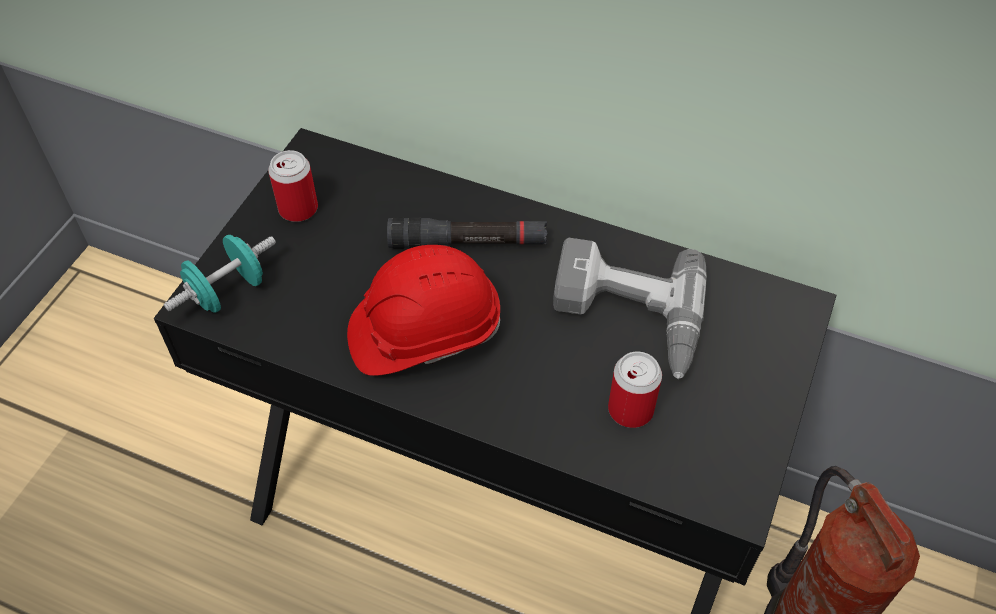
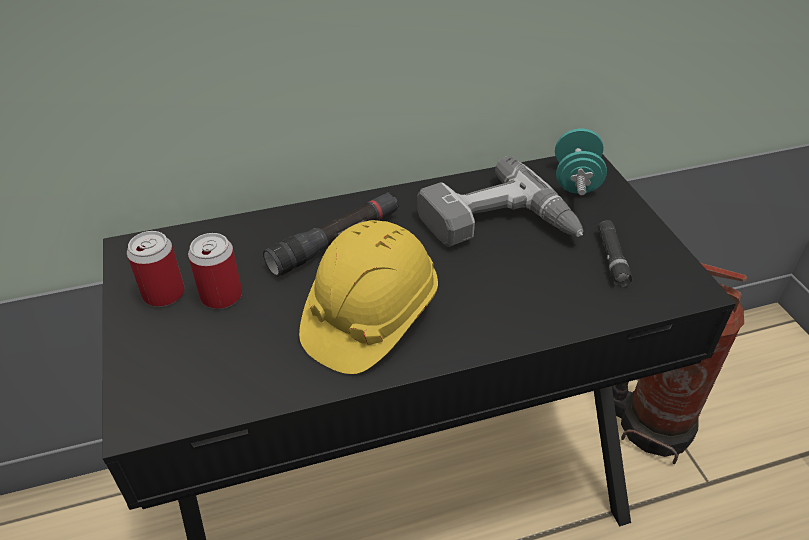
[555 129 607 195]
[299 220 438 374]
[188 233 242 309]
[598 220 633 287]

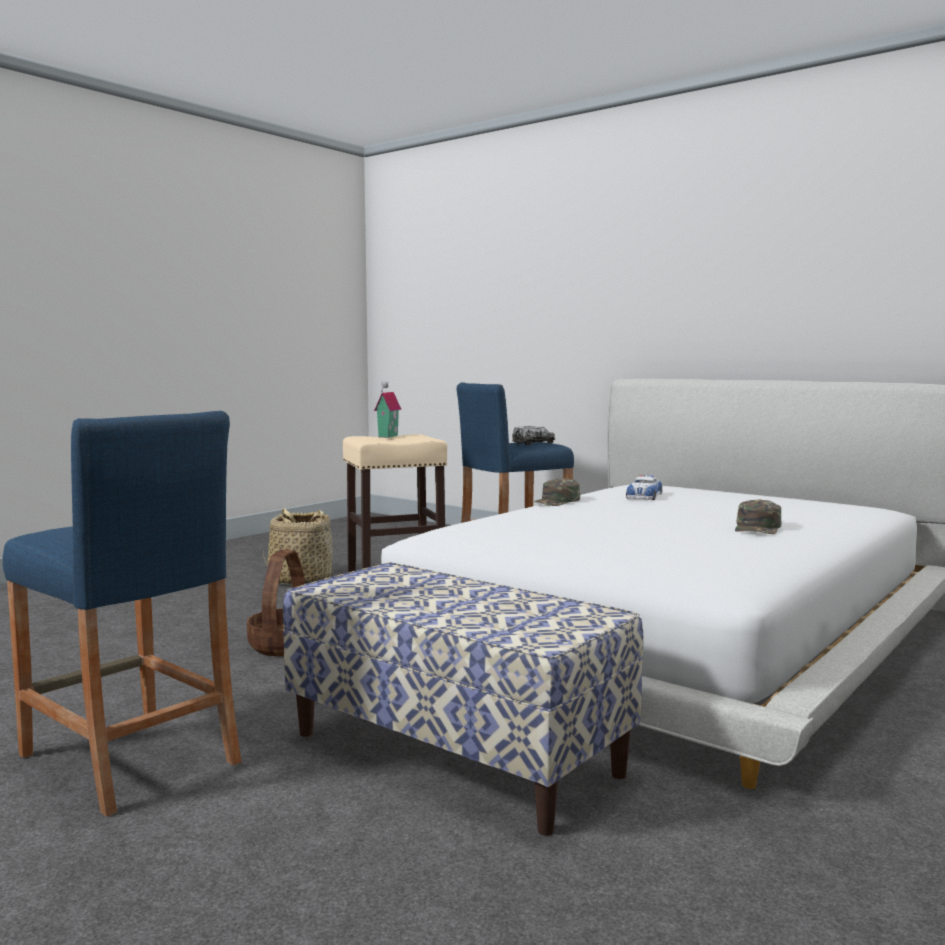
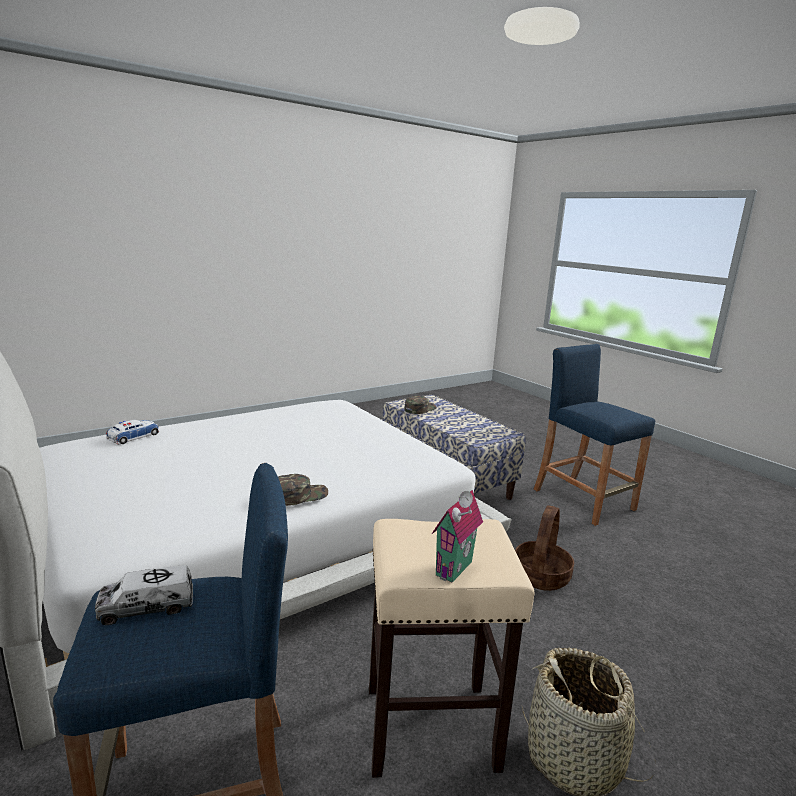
[106 420 159 445]
[404 396 437 414]

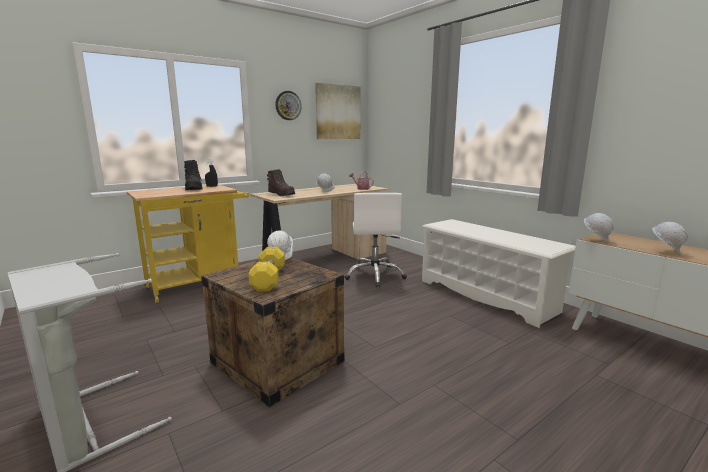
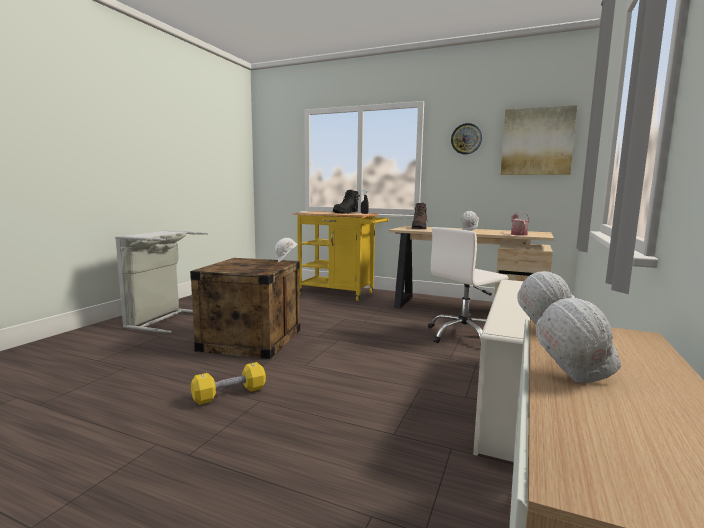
[191 362 266 405]

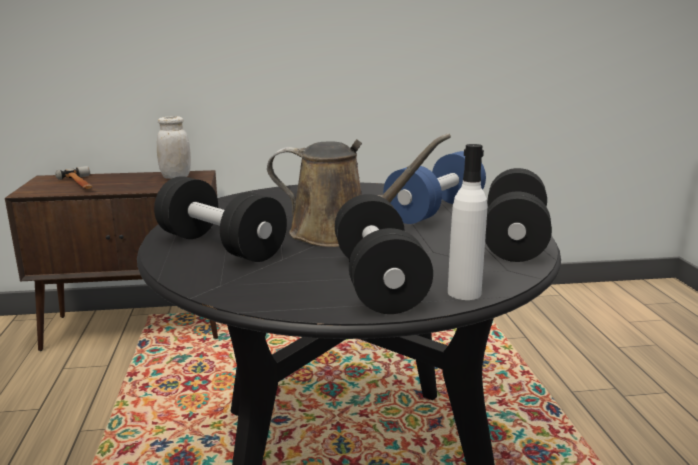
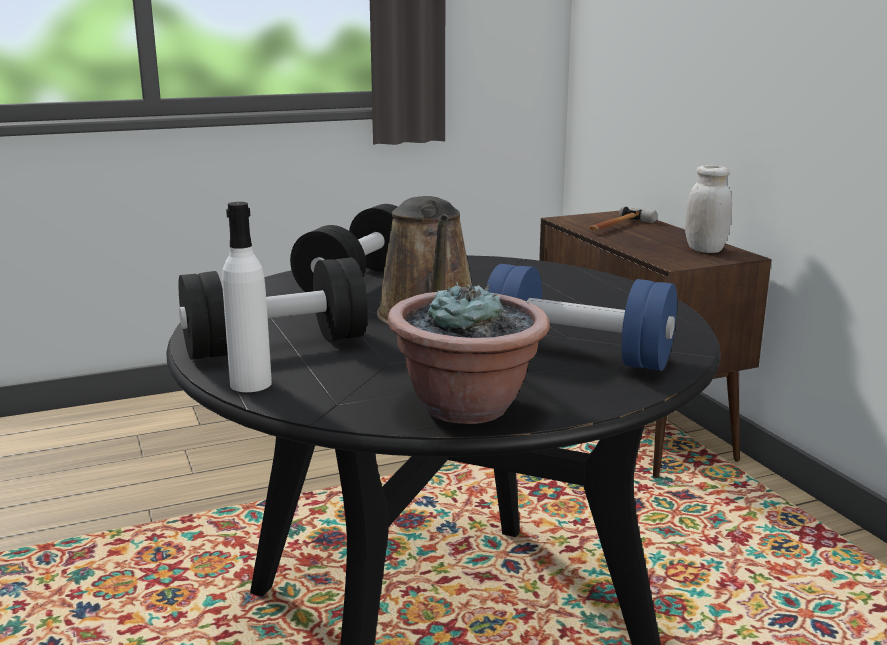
[388 282 550 424]

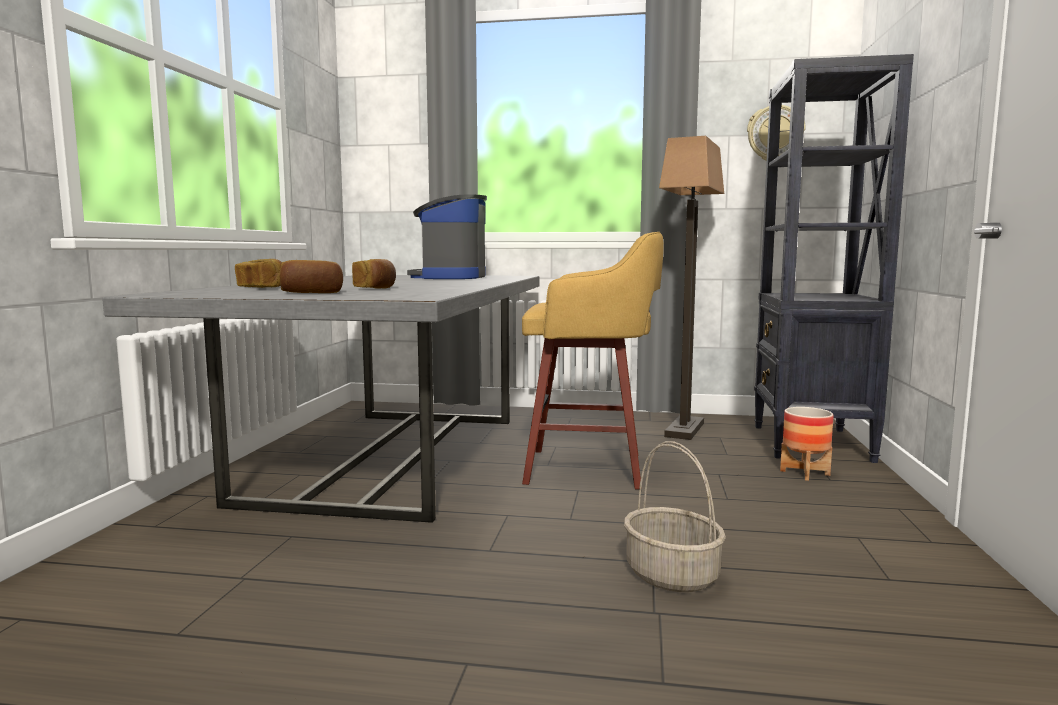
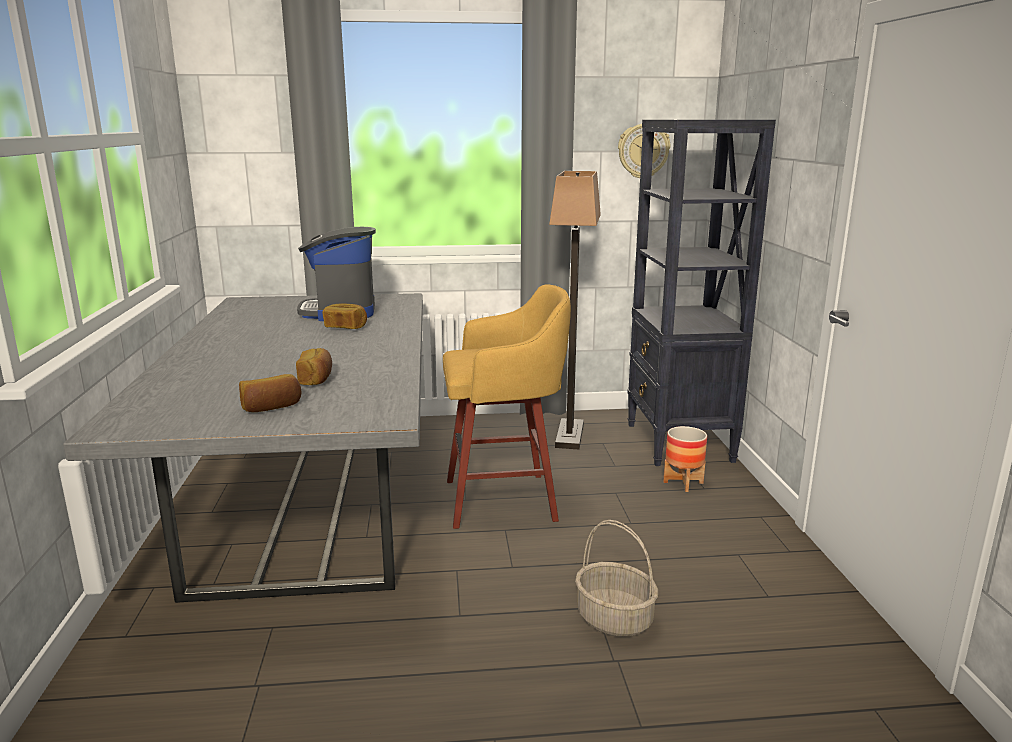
[323 303 367 329]

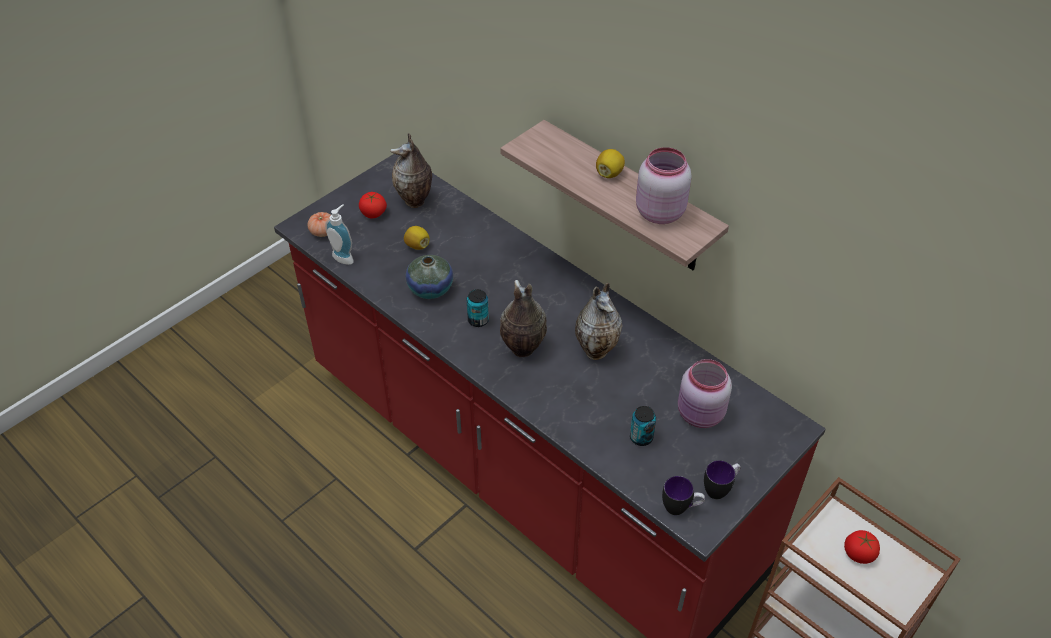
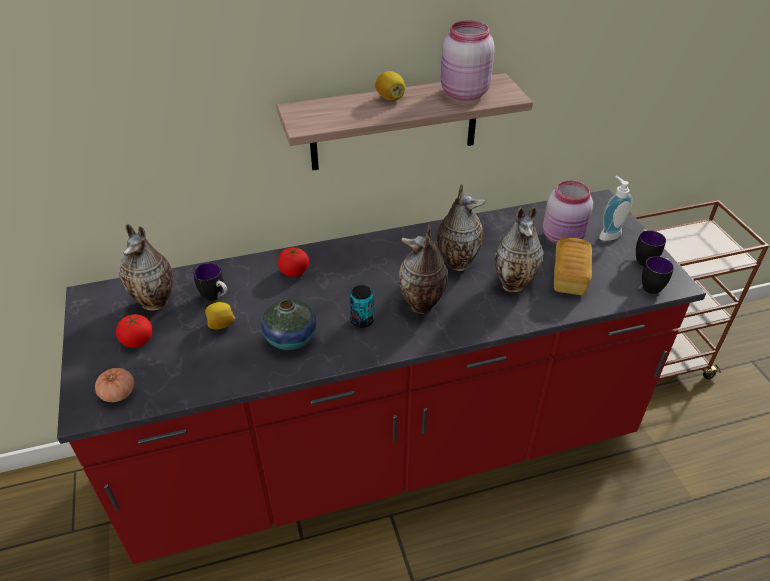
[599 176 633 241]
[554 237 592 295]
[278 248 309 277]
[193 263 228 301]
[494 207 543 292]

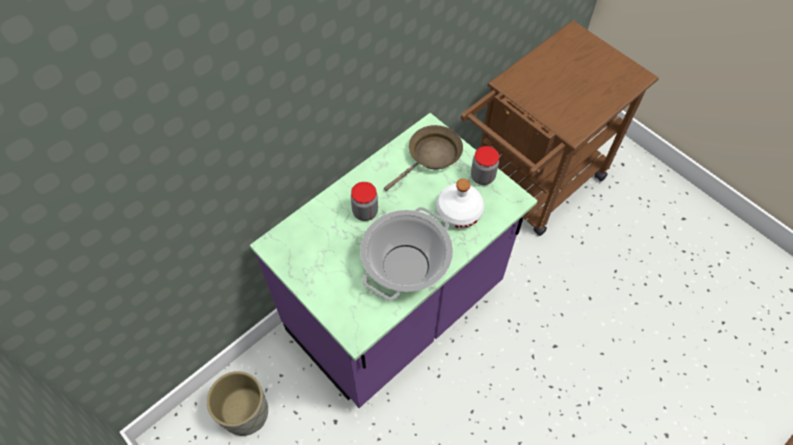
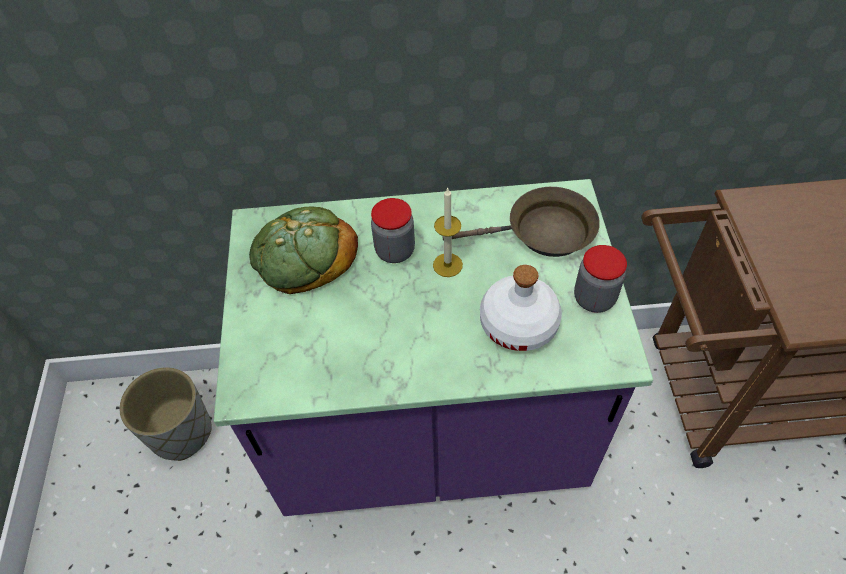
[360 207 453 300] (first image)
[249 207 358 294]
[433 187 463 277]

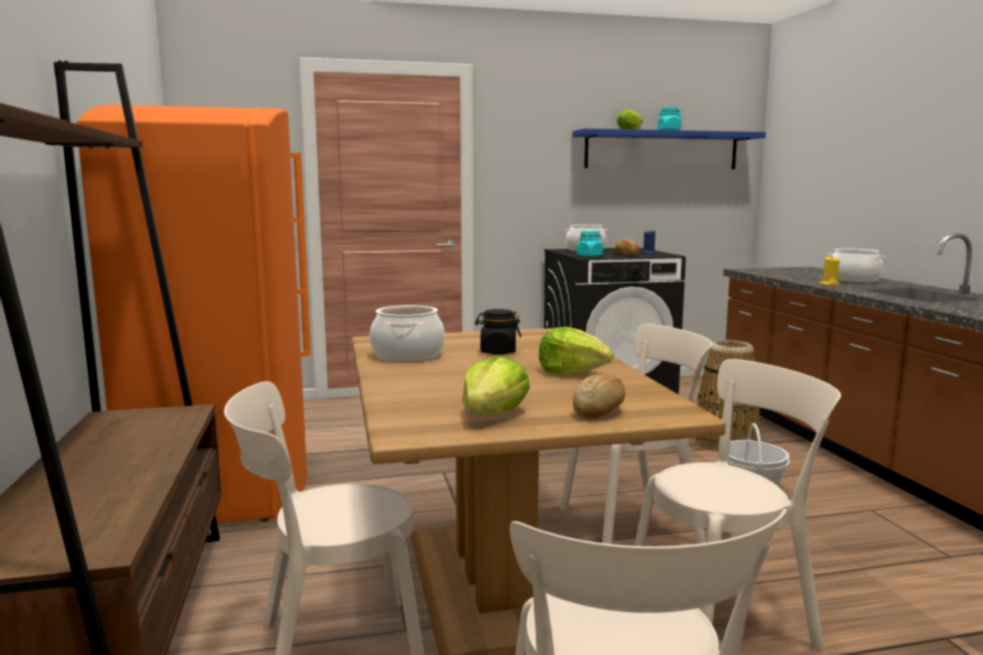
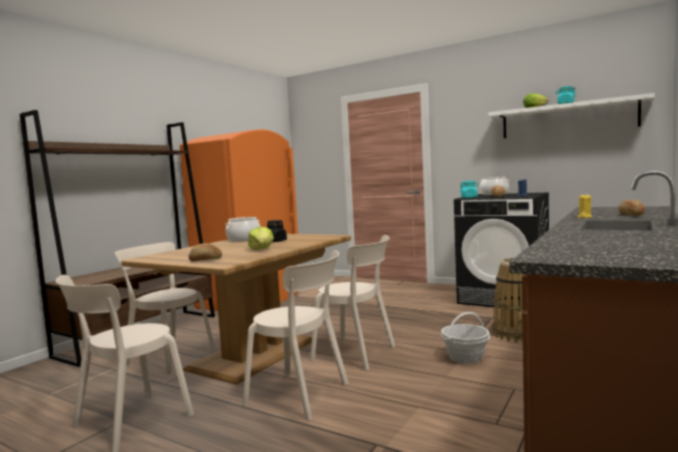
[462 356 530 414] (first image)
[488 93 655 138]
[619 200 645 216]

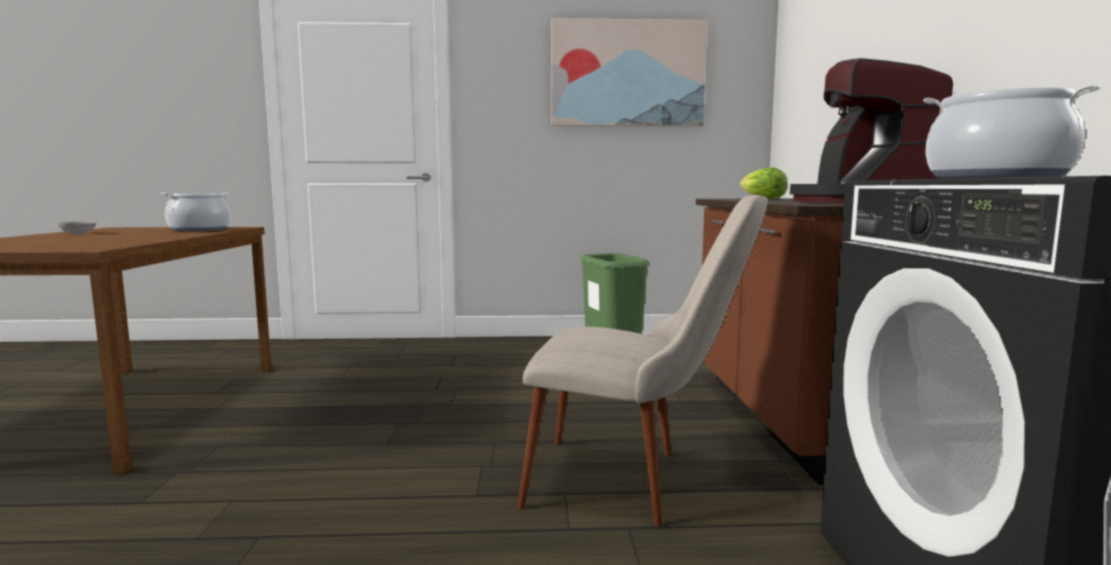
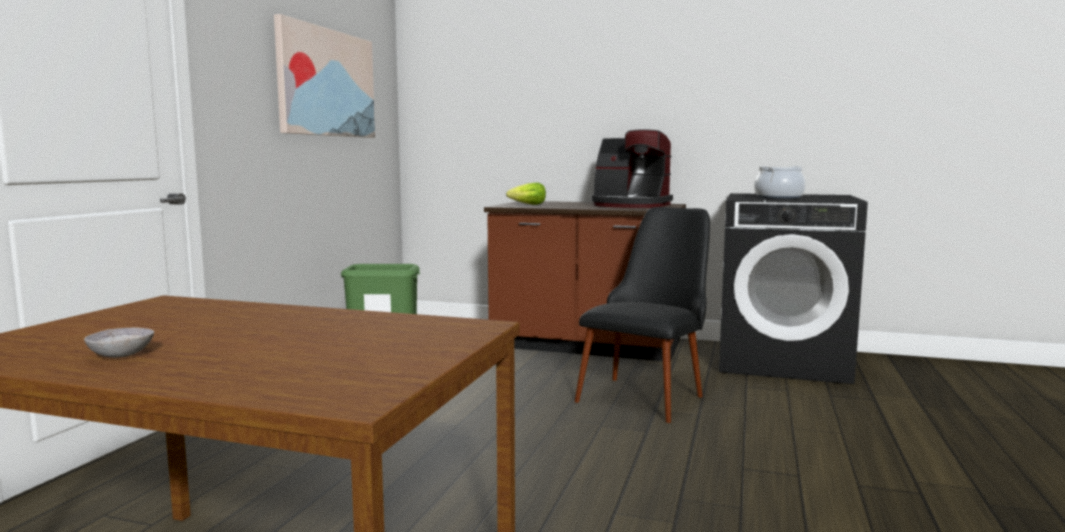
[161 192 231 231] (first image)
[575 207 710 423]

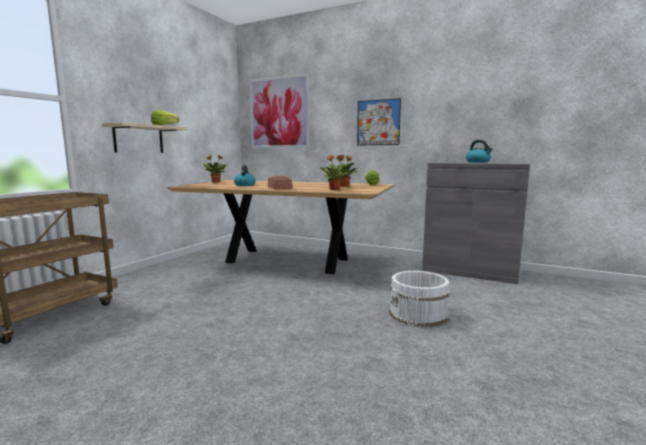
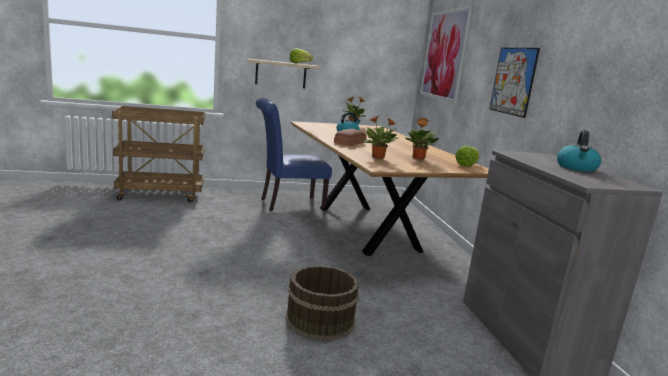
[285 265 359 340]
[256 98 332 211]

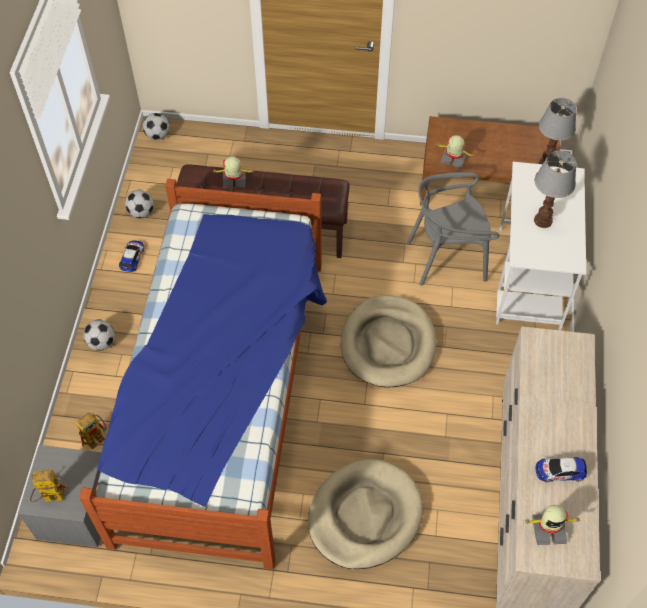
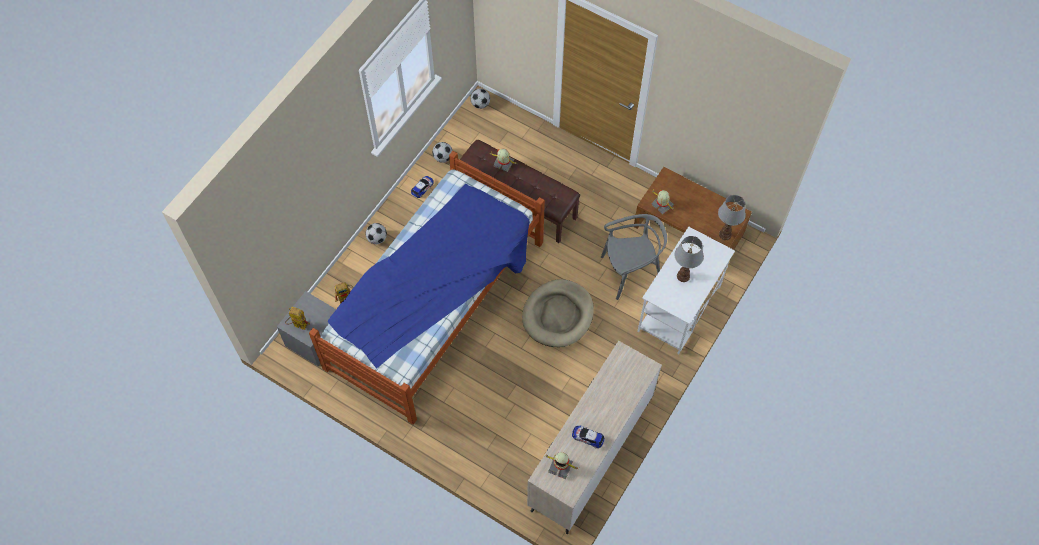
[308 459 423 569] (first image)
[601 214 667 300]

